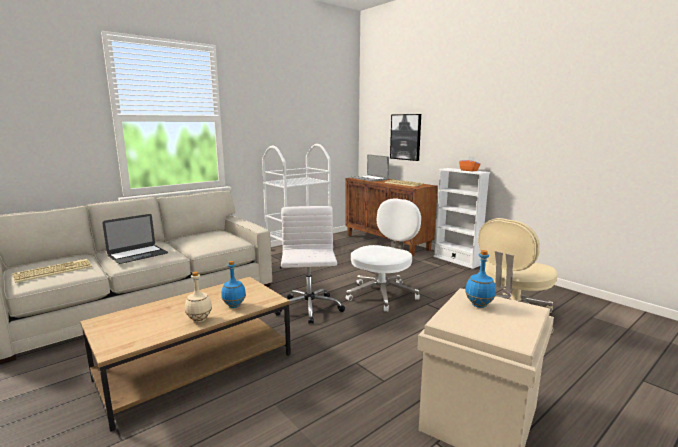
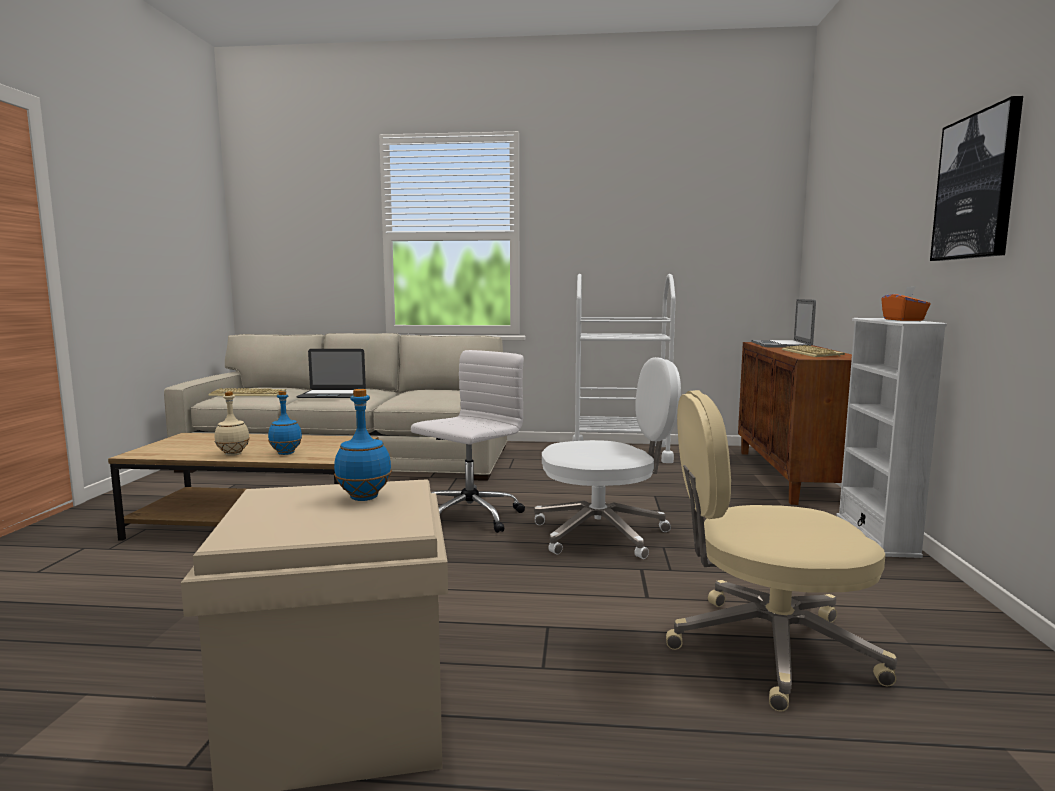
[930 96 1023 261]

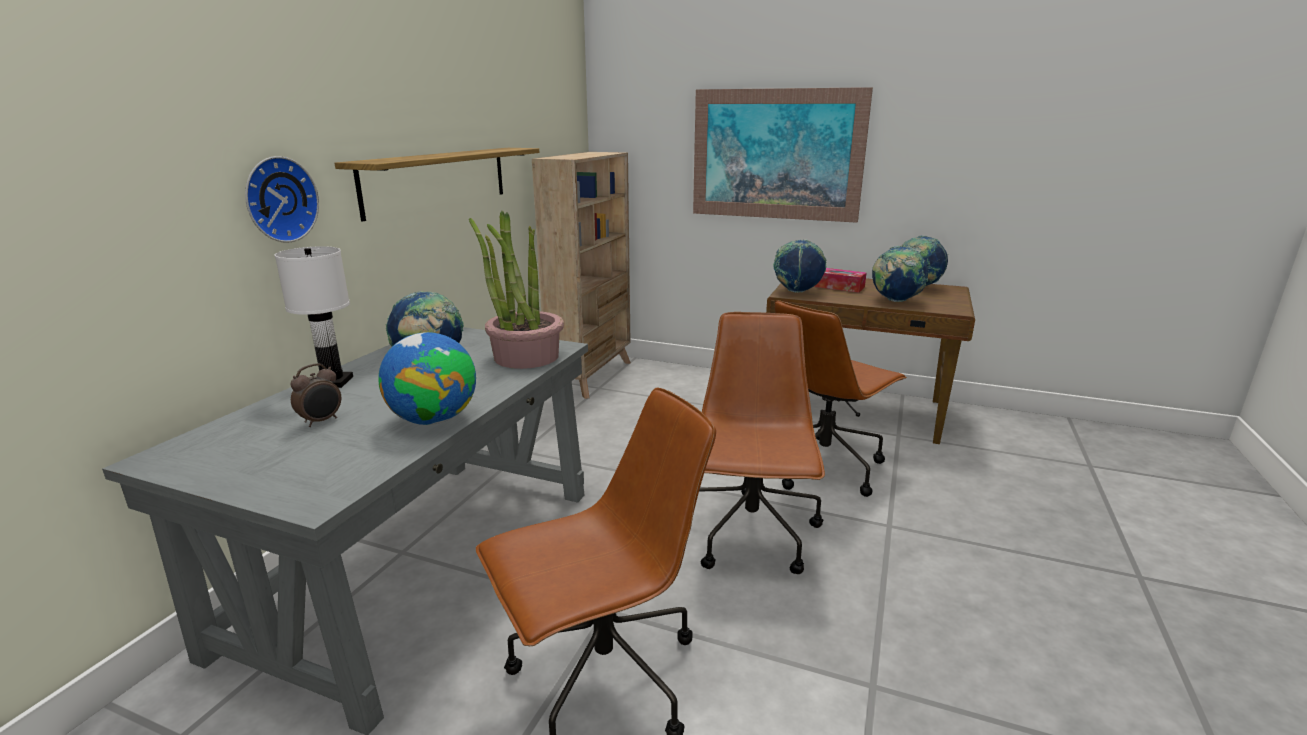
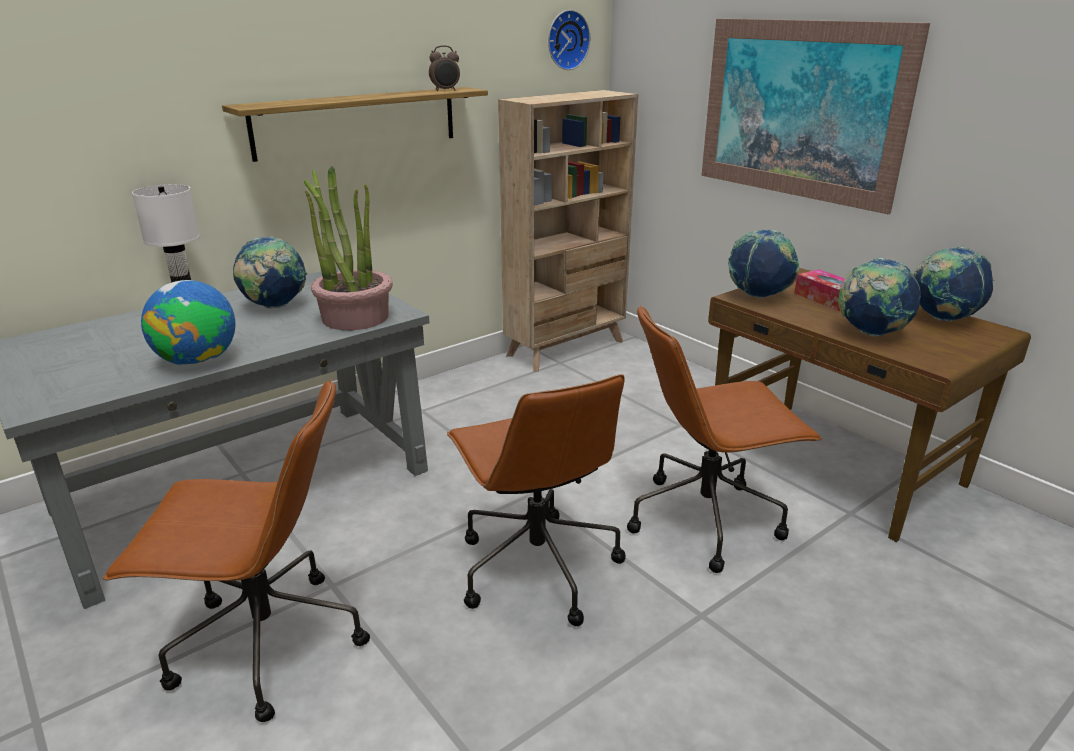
[548 10 590 70]
[429 45 460 91]
[447 374 626 626]

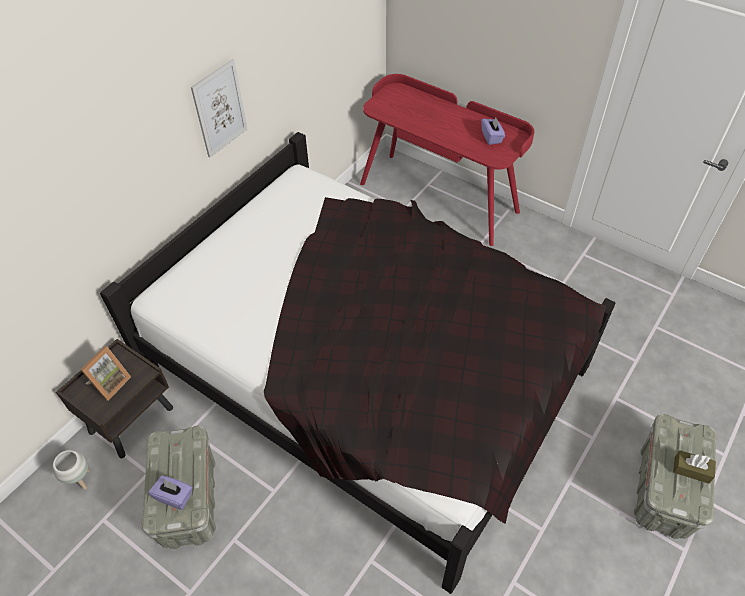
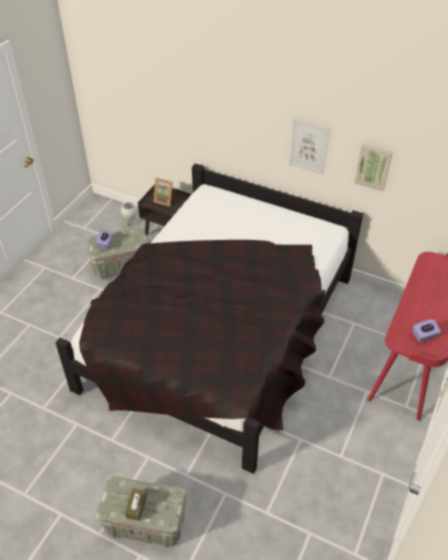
[354 144 393 191]

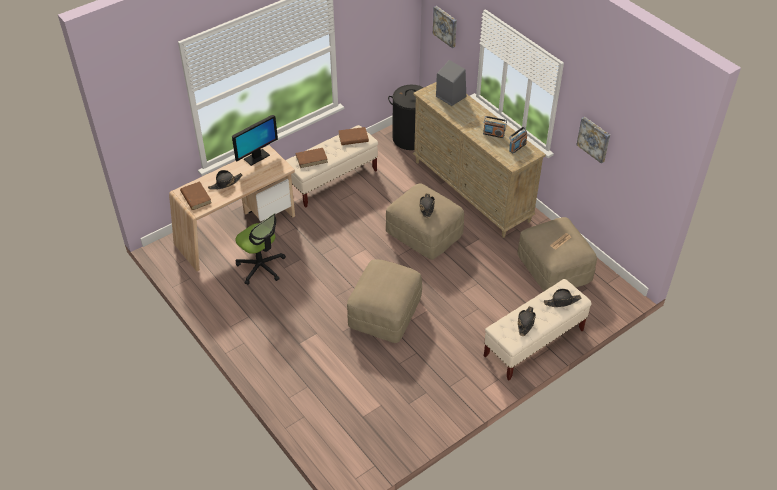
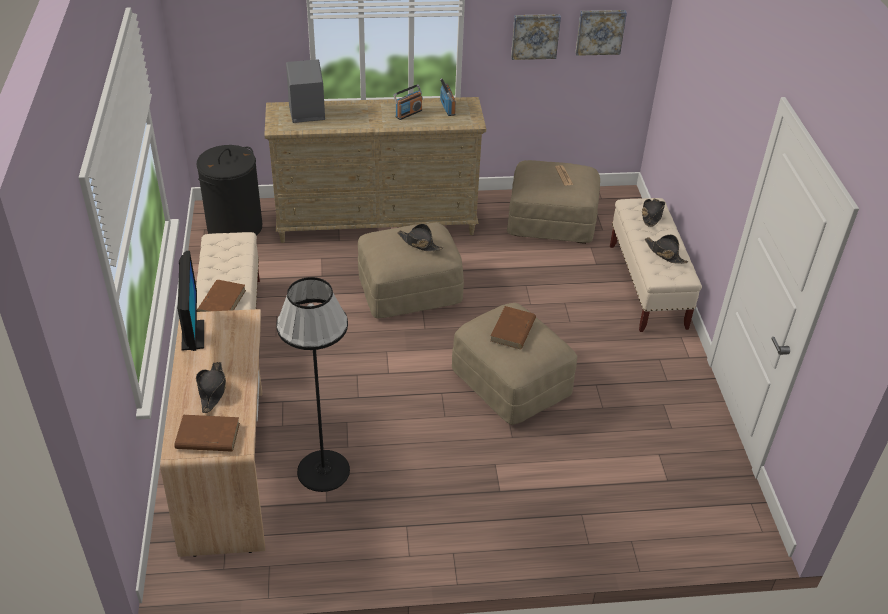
[276 277 350 492]
[490 306 536 349]
[575 10 627 56]

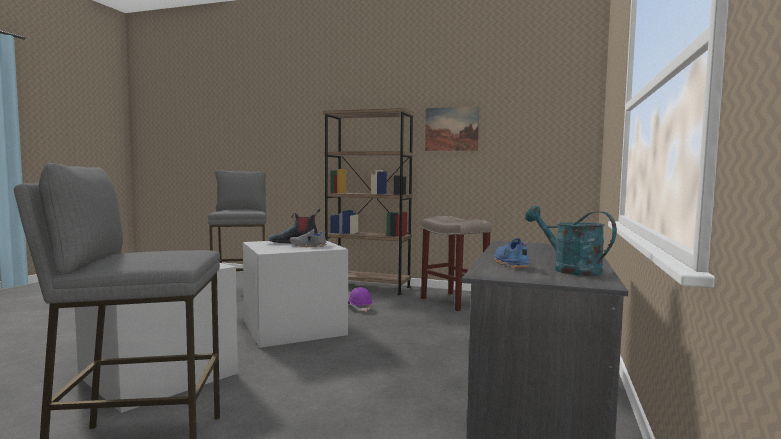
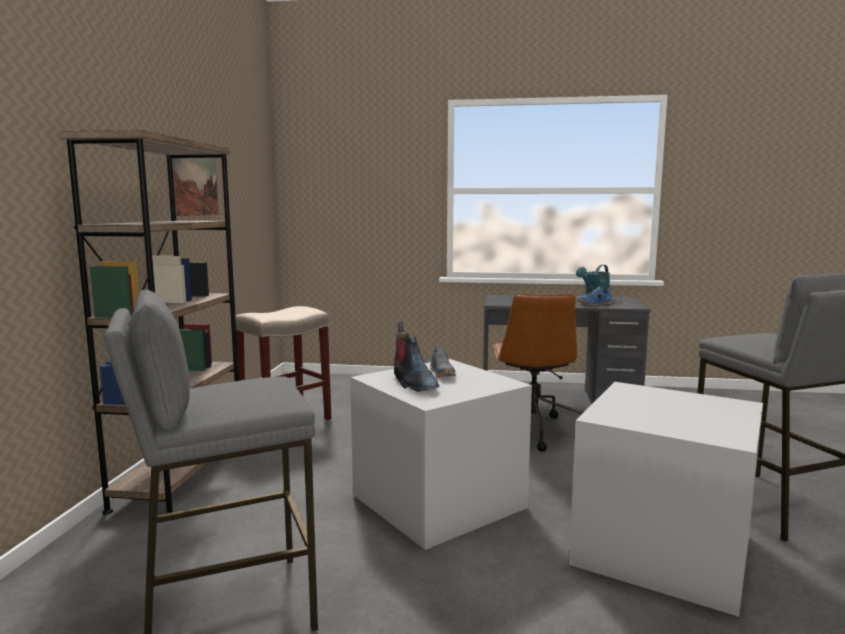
[348 287 373 312] (first image)
[493 294 583 452]

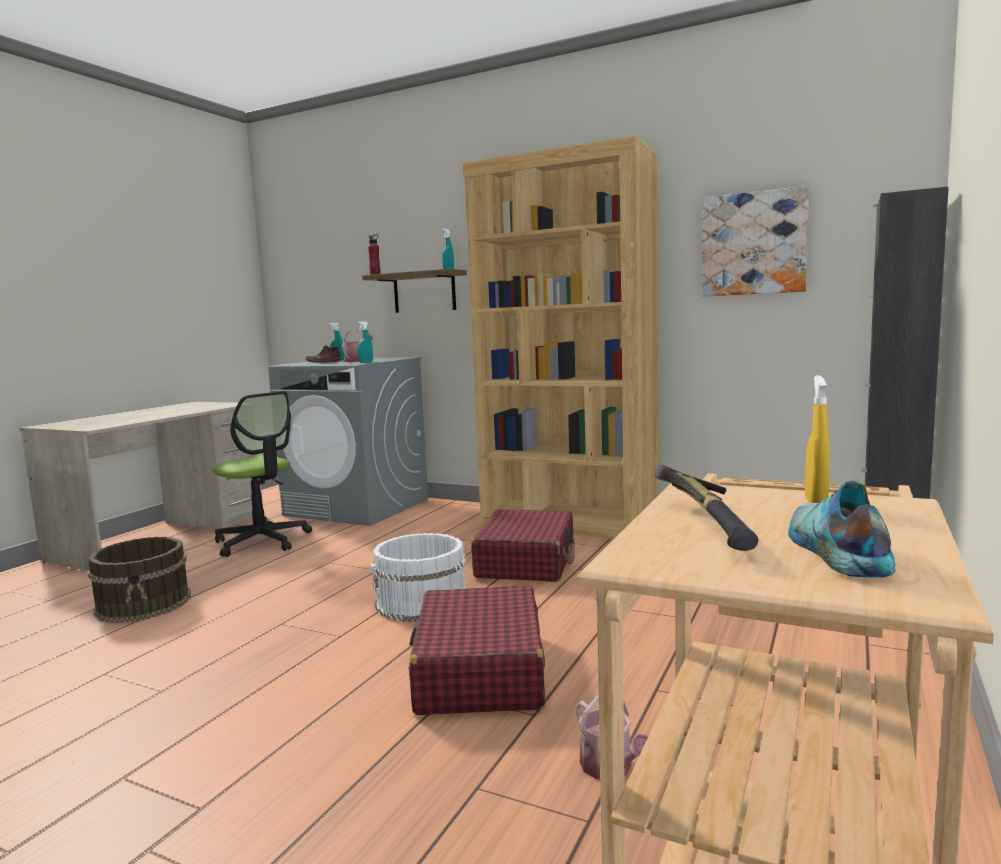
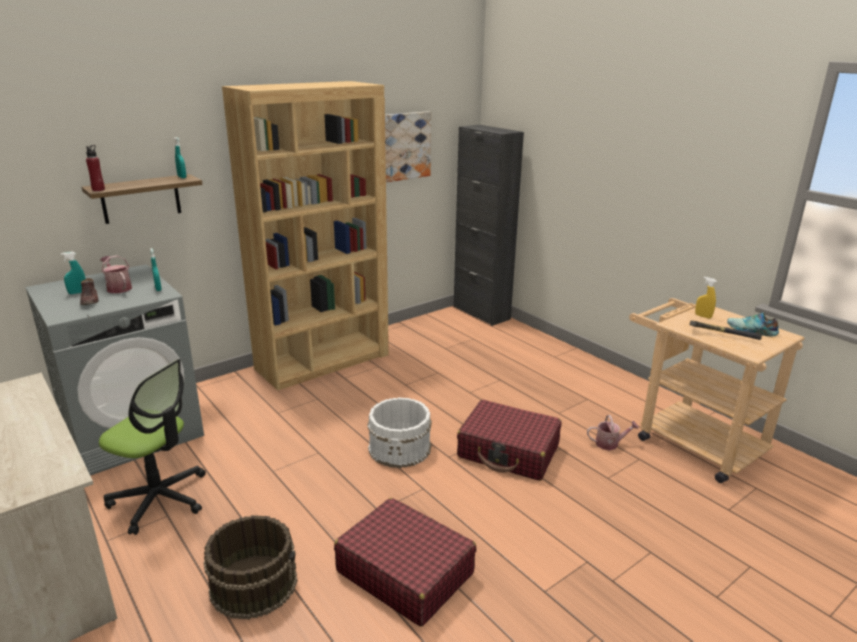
[99 359 206 535]
[334 498 477 626]

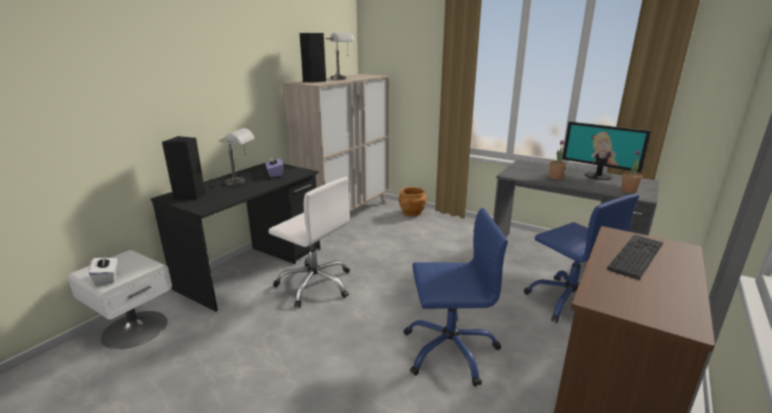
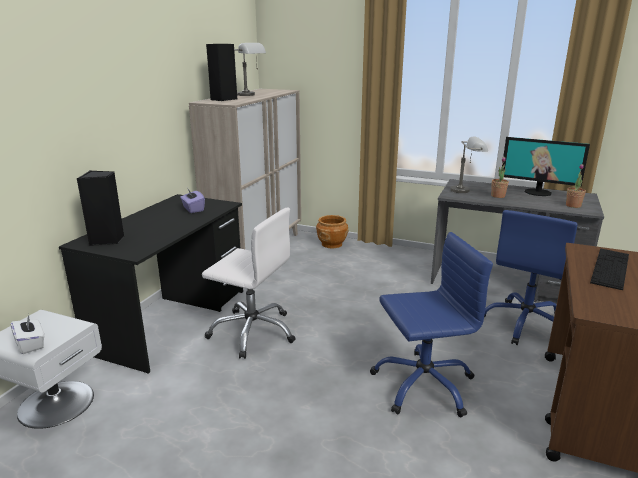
[450 136 488 193]
[484 210 577 345]

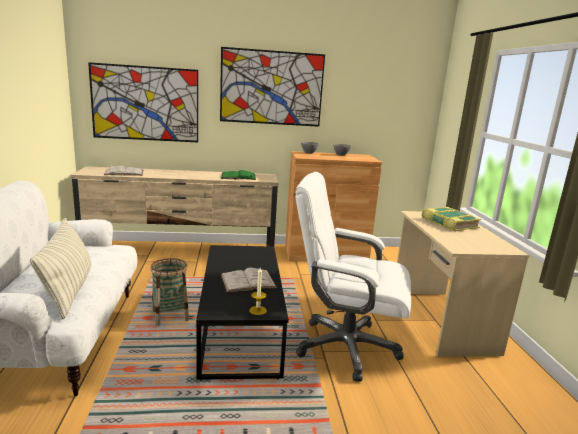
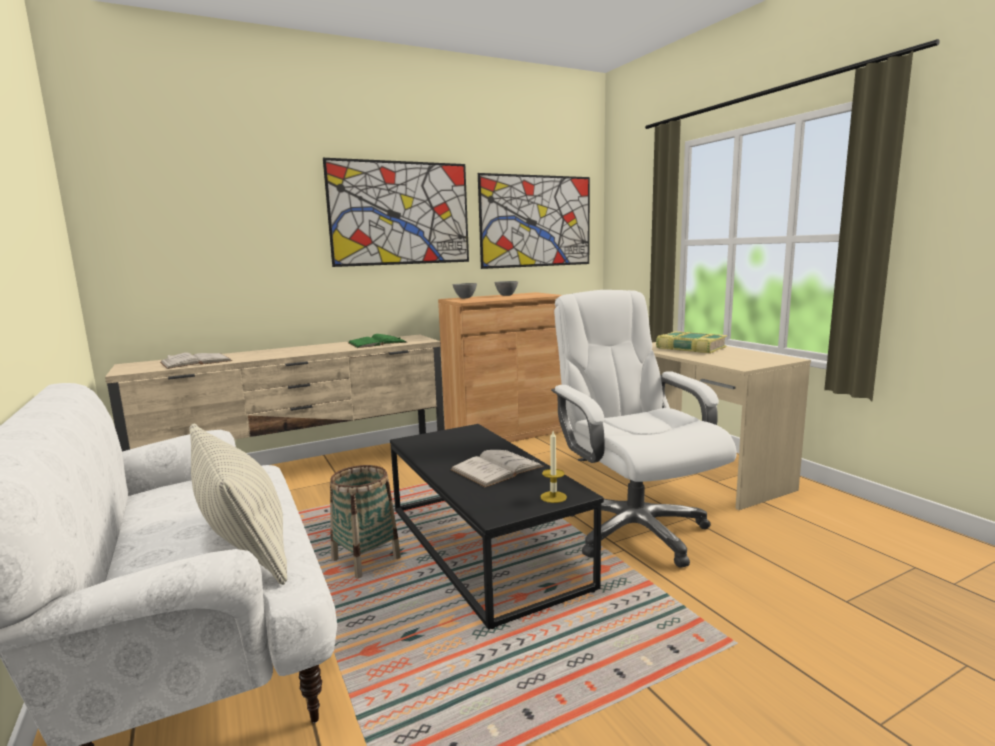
[478 173 590 269]
[551 290 737 568]

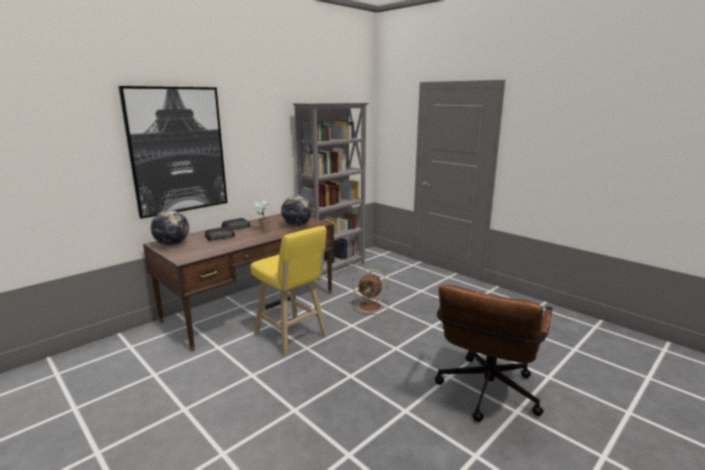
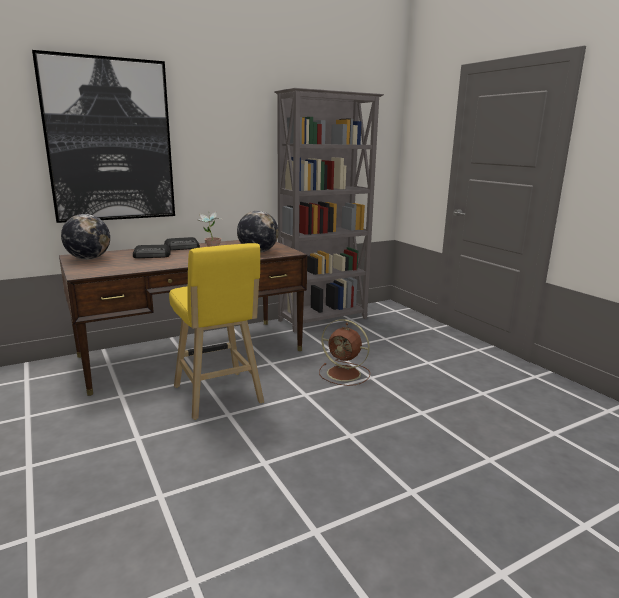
[435 285 552 422] (first image)

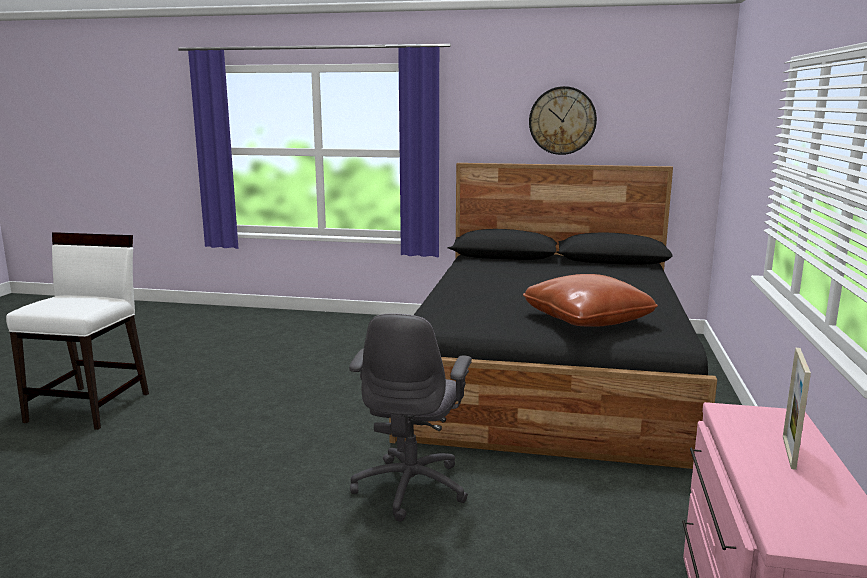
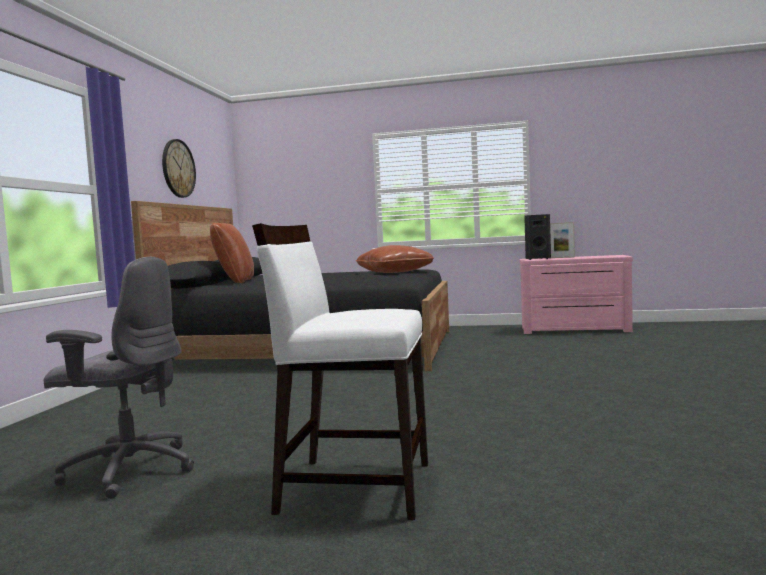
[44 257 194 499]
[210 223 254 283]
[524 214 551 260]

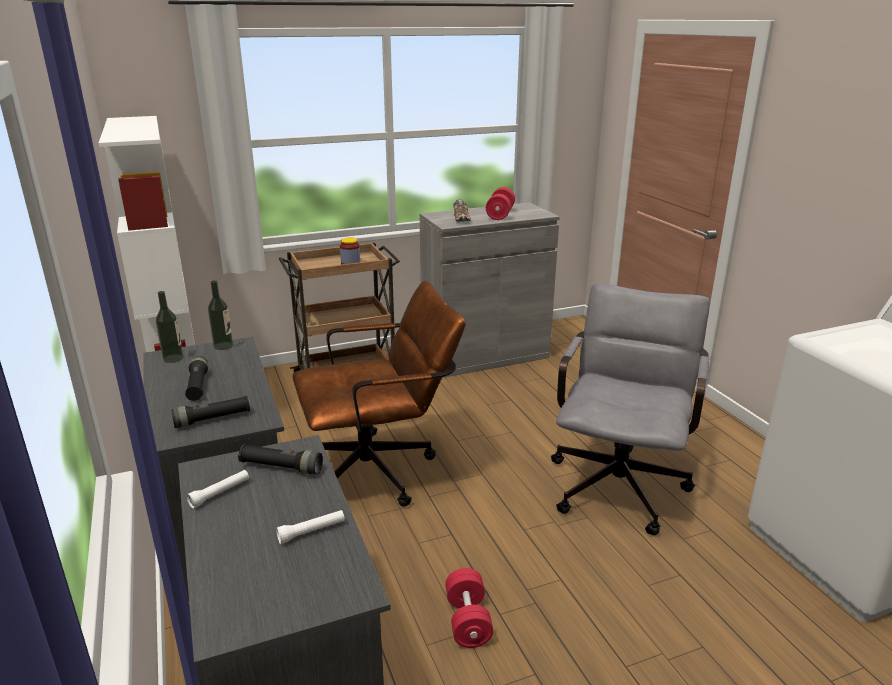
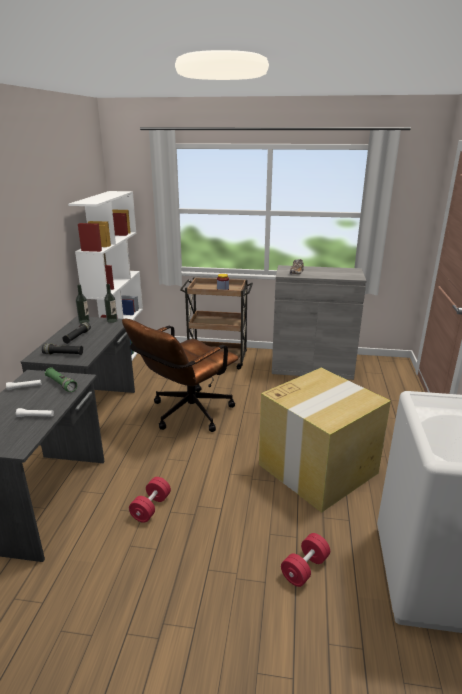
[45 367 77 392]
[122 319 238 432]
[281 533 330 587]
[259 368 391 512]

